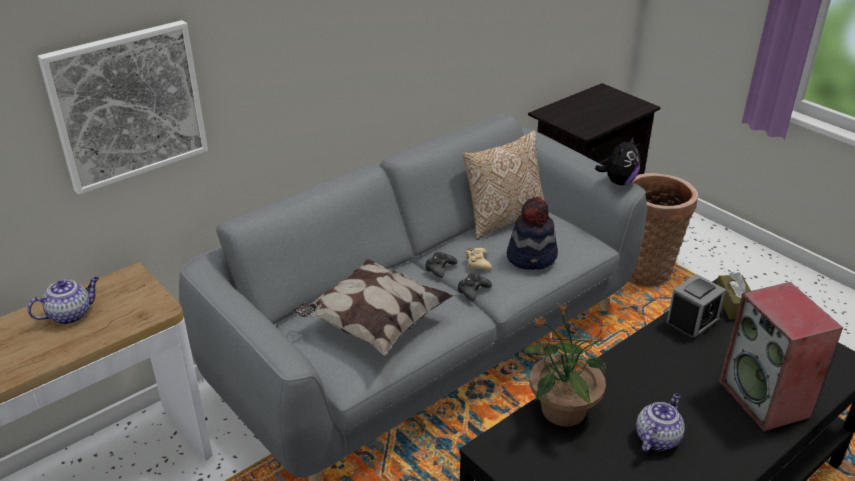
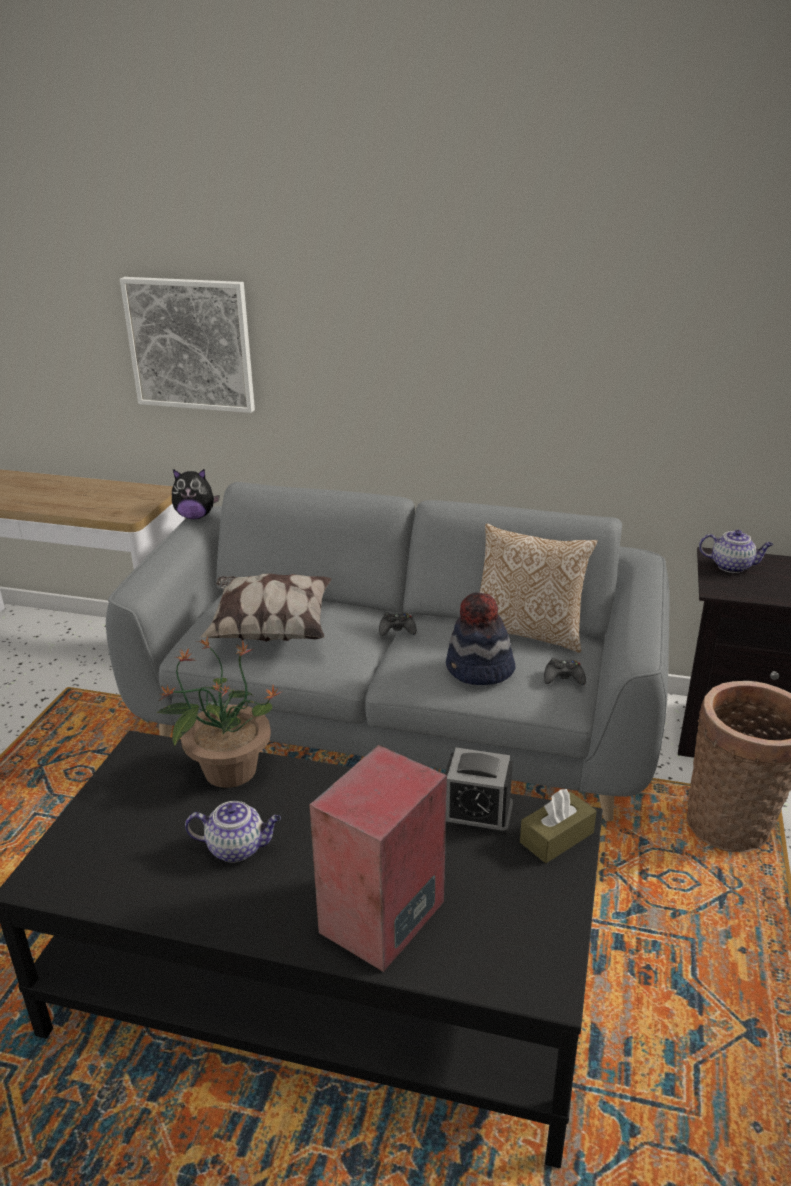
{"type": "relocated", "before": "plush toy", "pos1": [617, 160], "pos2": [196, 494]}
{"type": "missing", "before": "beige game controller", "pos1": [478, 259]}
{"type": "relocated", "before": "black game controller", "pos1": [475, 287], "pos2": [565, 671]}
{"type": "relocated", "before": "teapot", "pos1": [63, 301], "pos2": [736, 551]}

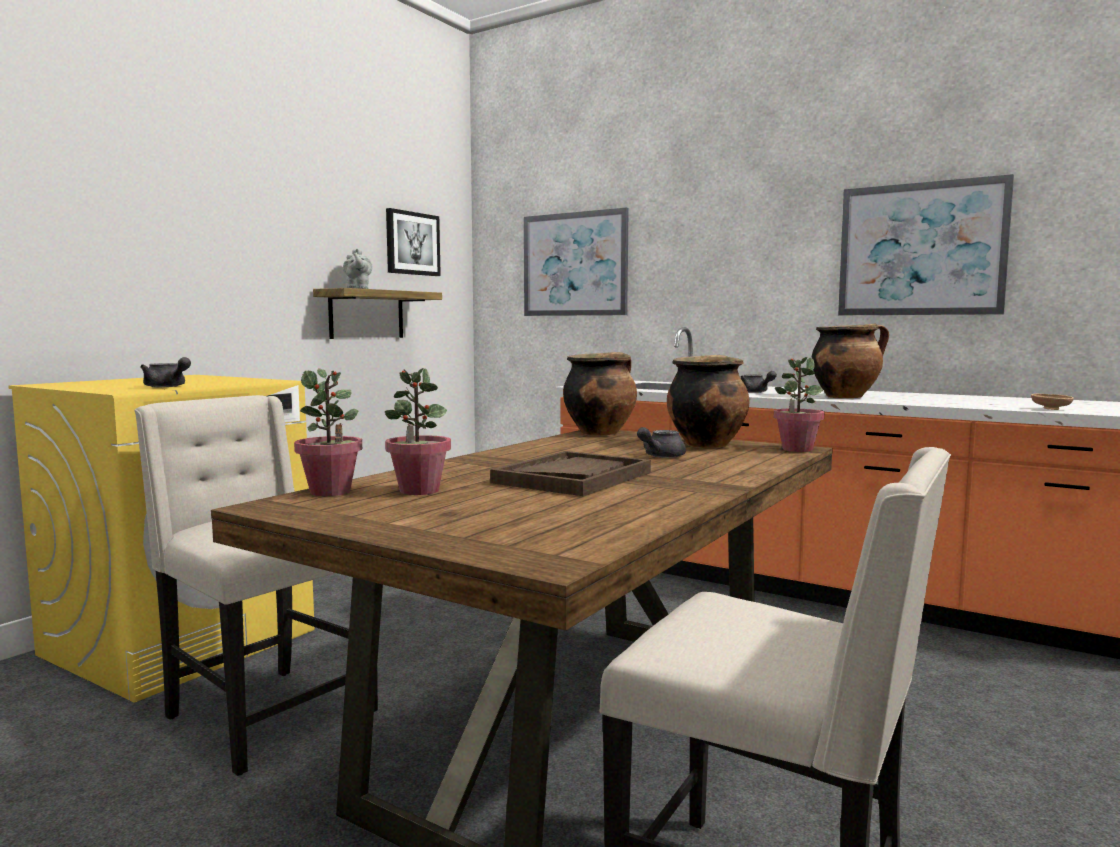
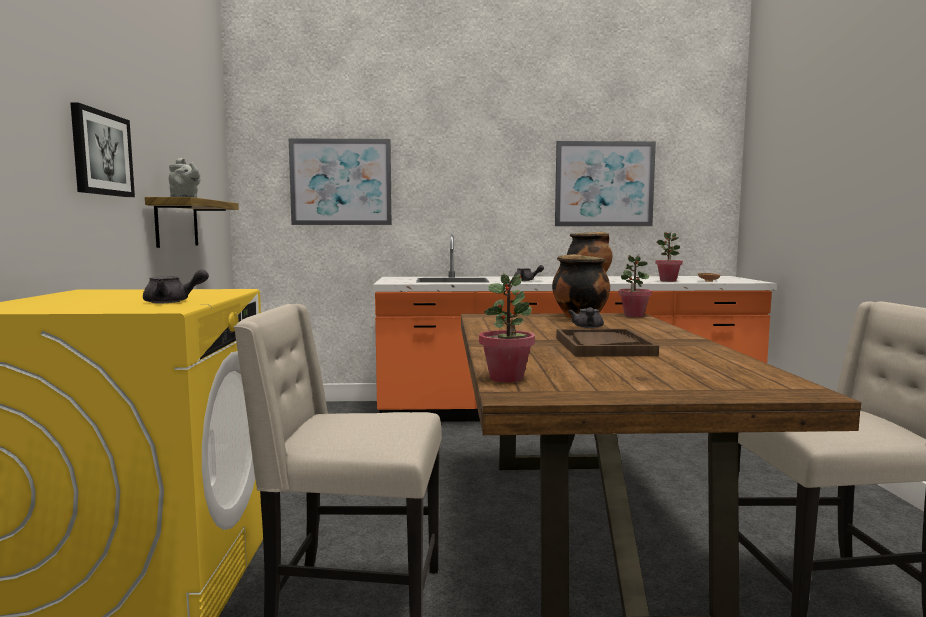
{"type": "relocated", "before": "picture", "pos1": [413, 242], "pos2": [102, 149]}
{"type": "missing", "before": "cooking pot", "pos1": [600, 394]}
{"type": "relocated", "before": "potted plant", "pos1": [418, 431], "pos2": [669, 257]}

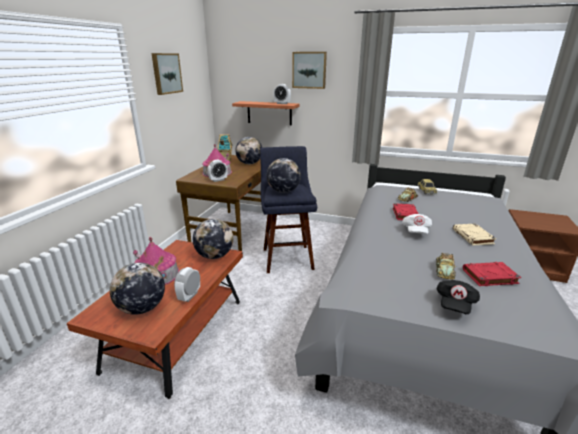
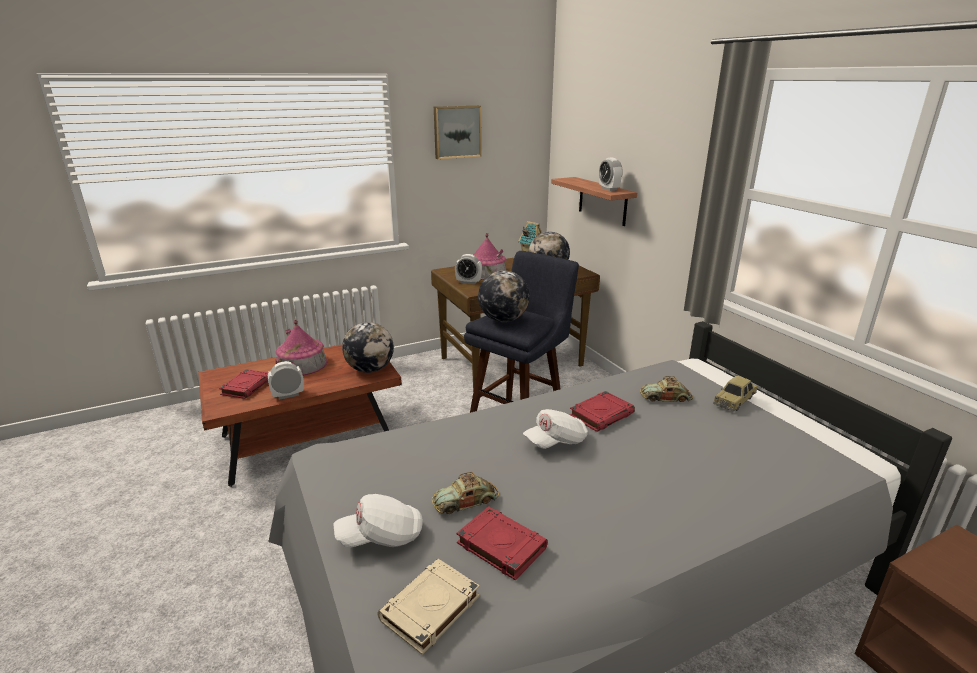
{"type": "missing", "before": "picture", "pos1": [309, 70]}
{"type": "relocated", "before": "beige book", "pos1": [474, 234], "pos2": [428, 607]}
{"type": "exchanged", "before": "globe", "after": "red book", "pos1": [137, 289], "pos2": [243, 384]}
{"type": "colour", "before": "black cap", "after": "white cap", "pos1": [458, 297], "pos2": [378, 521]}

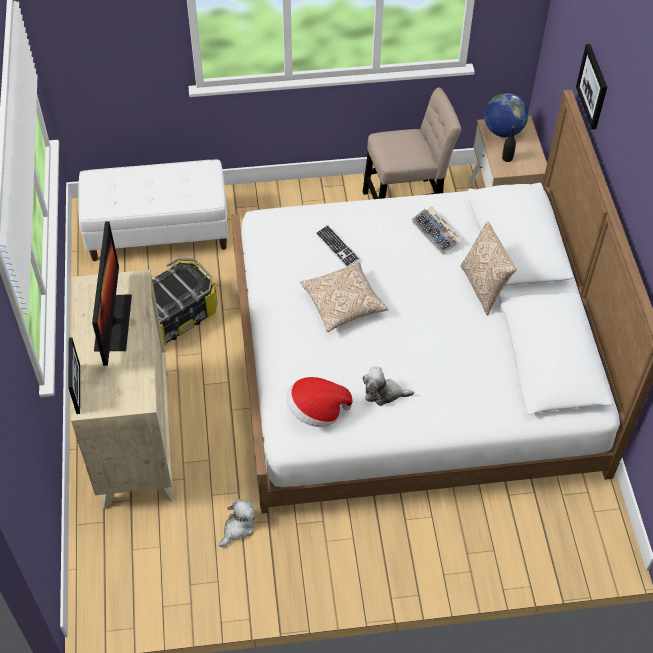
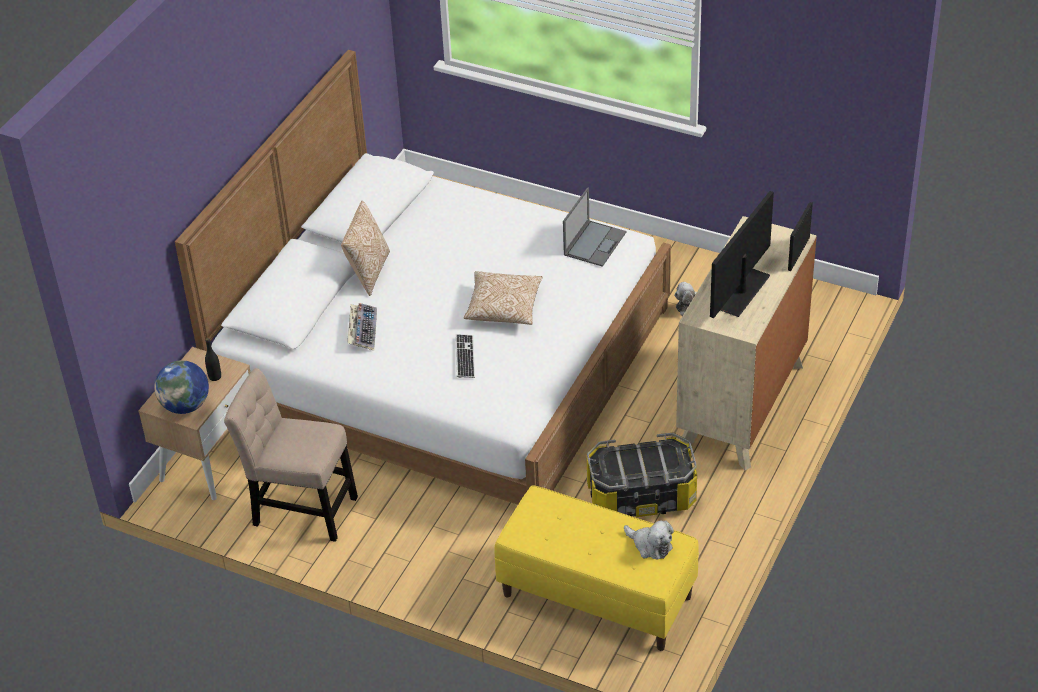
{"type": "missing", "before": "picture", "pos1": [591, 87]}
{"type": "colour", "before": "white bench", "after": "yellow bench", "pos1": [153, 210], "pos2": [596, 568]}
{"type": "relocated", "before": "plush toy", "pos1": [388, 386], "pos2": [649, 540]}
{"type": "exchanged", "before": "hat", "after": "laptop", "pos1": [319, 402], "pos2": [594, 227]}

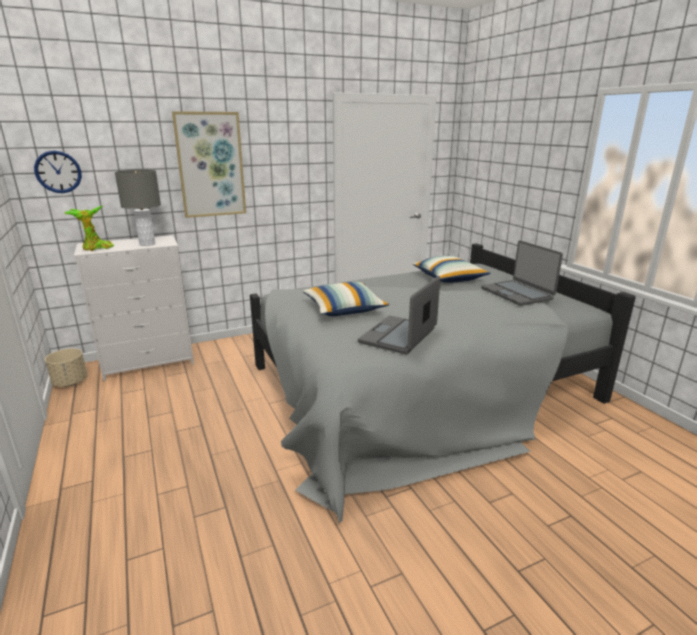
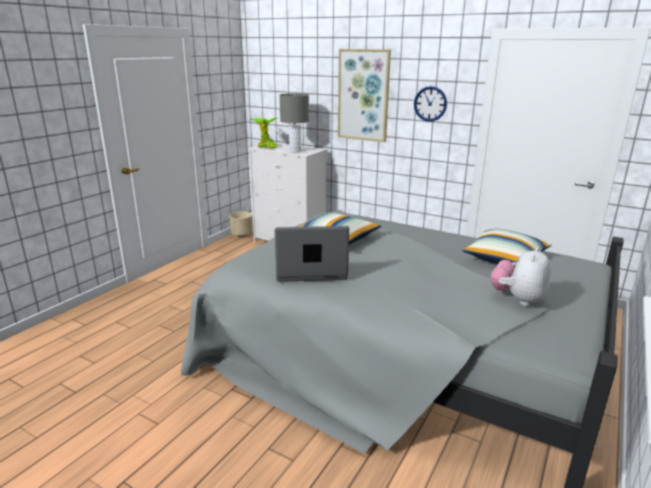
{"type": "relocated", "before": "wall clock", "pos1": [58, 172], "pos2": [430, 104]}
{"type": "exchanged", "before": "laptop", "after": "plush toy", "pos1": [522, 273], "pos2": [520, 276]}

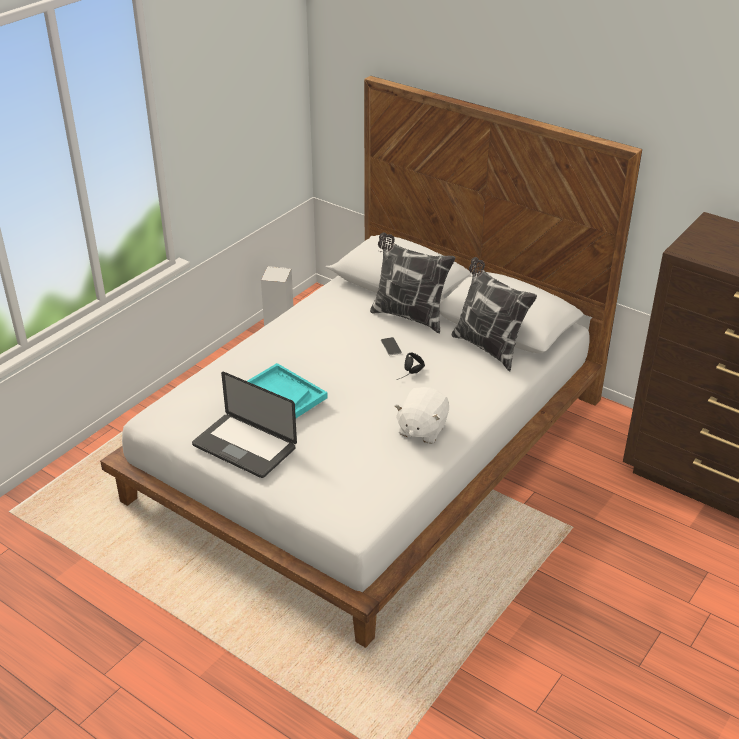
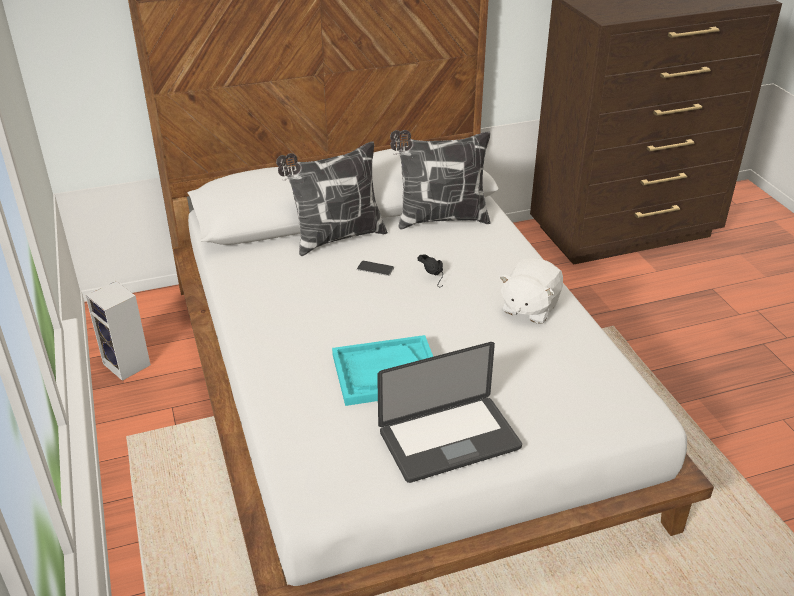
{"type": "spun", "before": "white plush toy", "pos1": [422, 415], "pos2": [531, 291], "turn": 60}

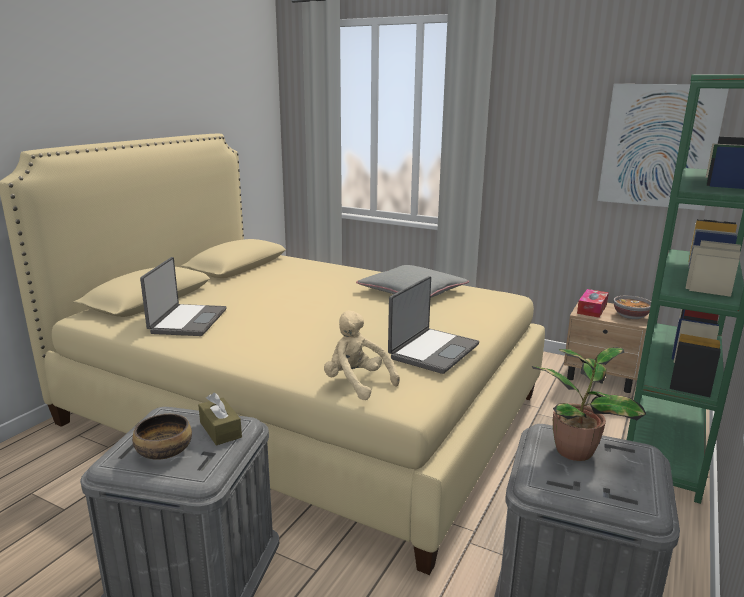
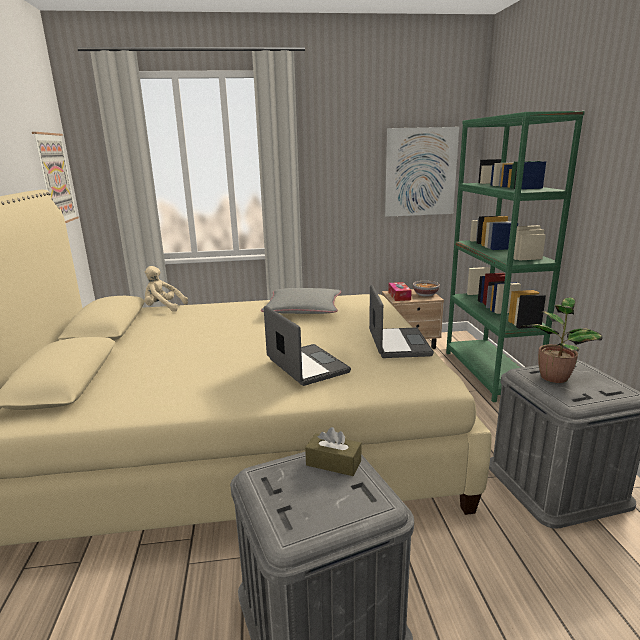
{"type": "relocated", "before": "laptop", "pos1": [183, 296], "pos2": [307, 346]}
{"type": "relocated", "before": "beige plush toy", "pos1": [362, 355], "pos2": [166, 289]}
{"type": "missing", "before": "bowl", "pos1": [162, 437]}
{"type": "appeared", "after": "picture", "pos2": [55, 177]}

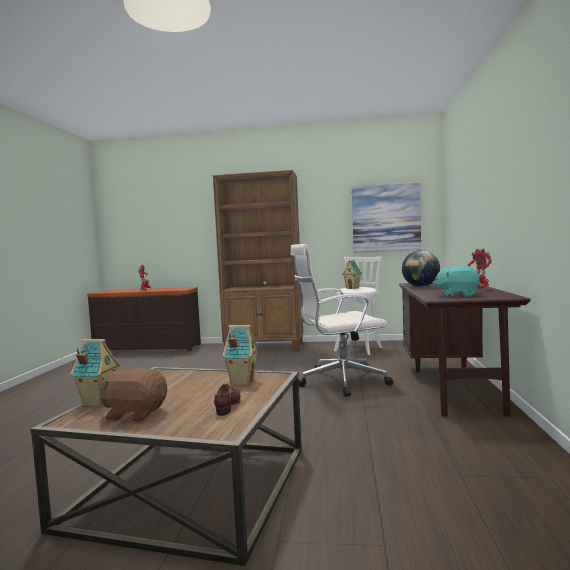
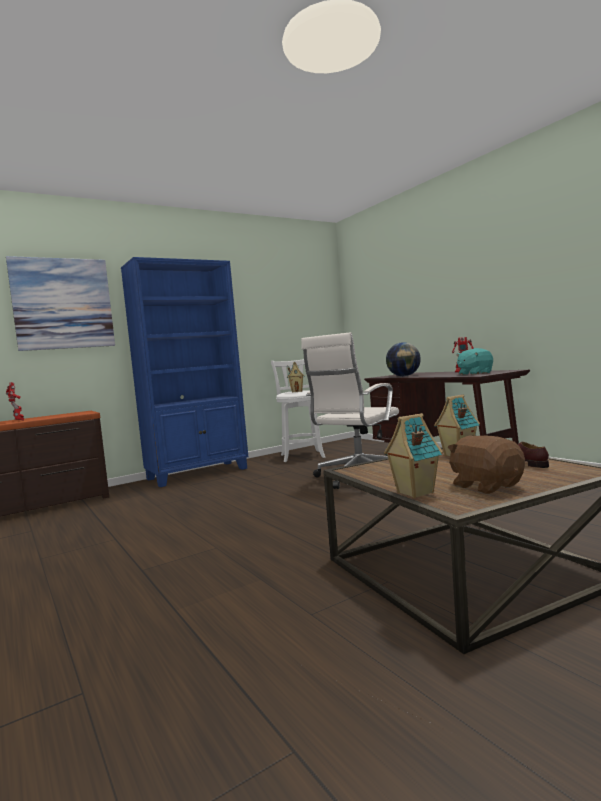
{"type": "colour", "before": "brown bookcase", "after": "blue bookcase", "pos1": [258, 260], "pos2": [184, 372]}
{"type": "relocated", "before": "picture", "pos1": [386, 217], "pos2": [60, 303]}
{"type": "spun", "before": "brown plush toy", "pos1": [133, 395], "pos2": [486, 465], "turn": 90}

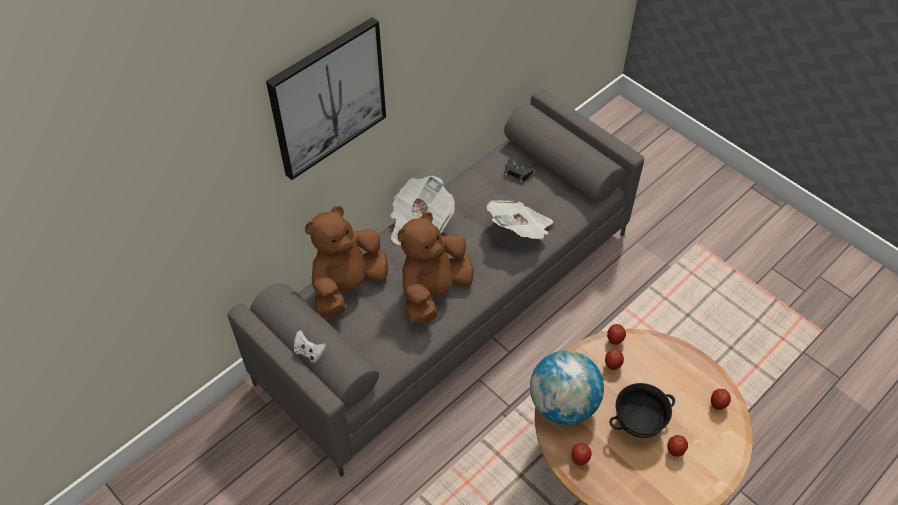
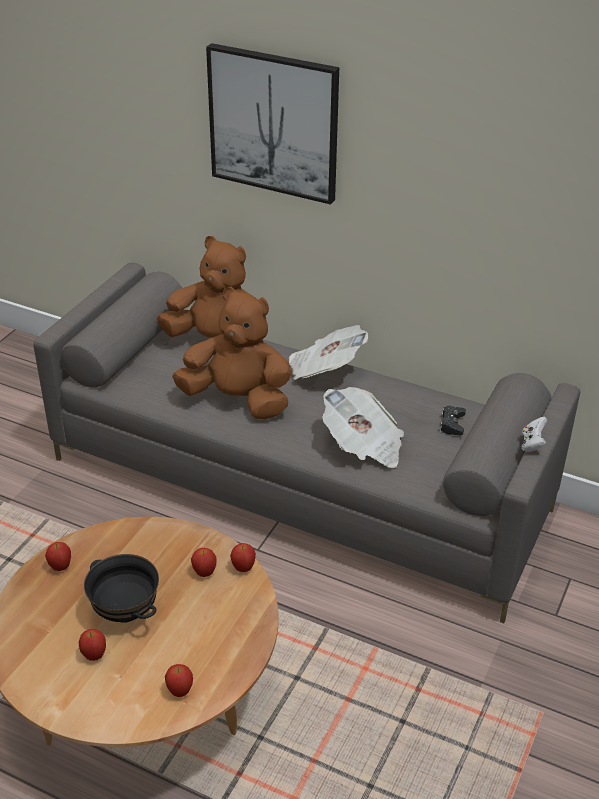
{"type": "relocated", "before": "white game controller", "pos1": [310, 346], "pos2": [534, 434]}
{"type": "missing", "before": "globe", "pos1": [567, 387]}

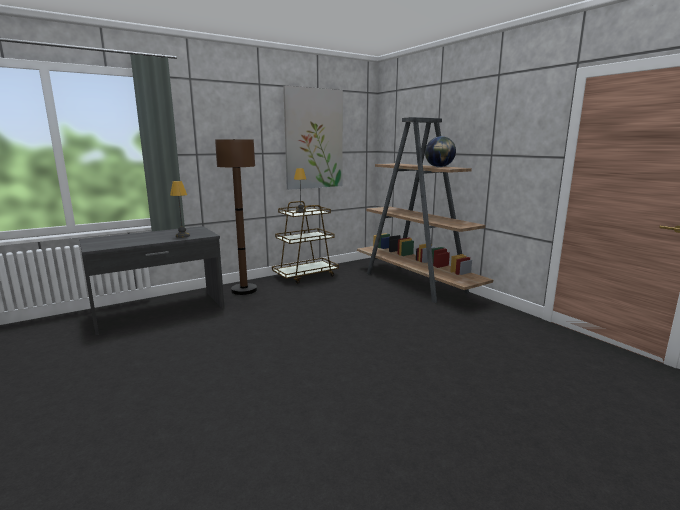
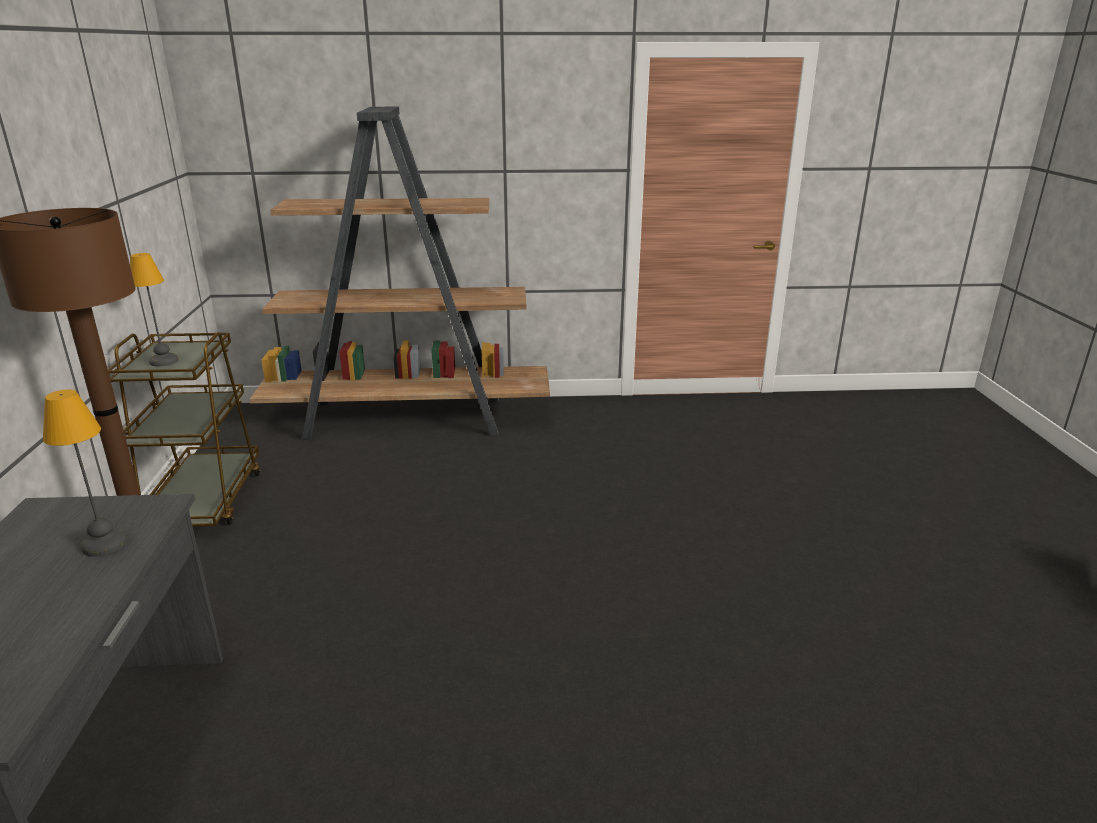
{"type": "missing", "before": "picture", "pos1": [313, 138]}
{"type": "missing", "before": "globe", "pos1": [440, 151]}

